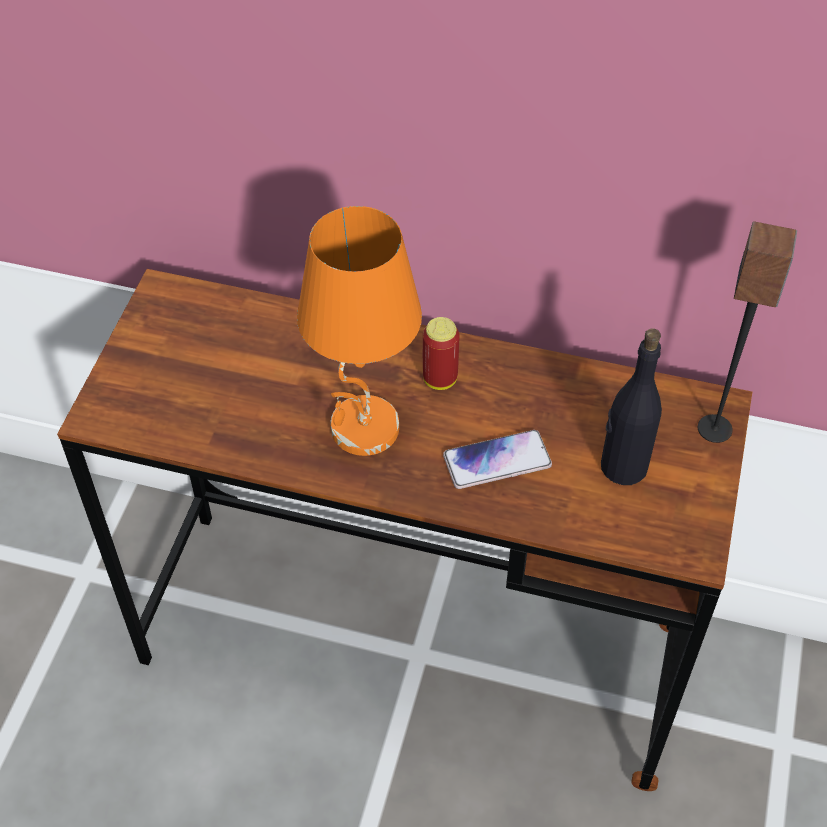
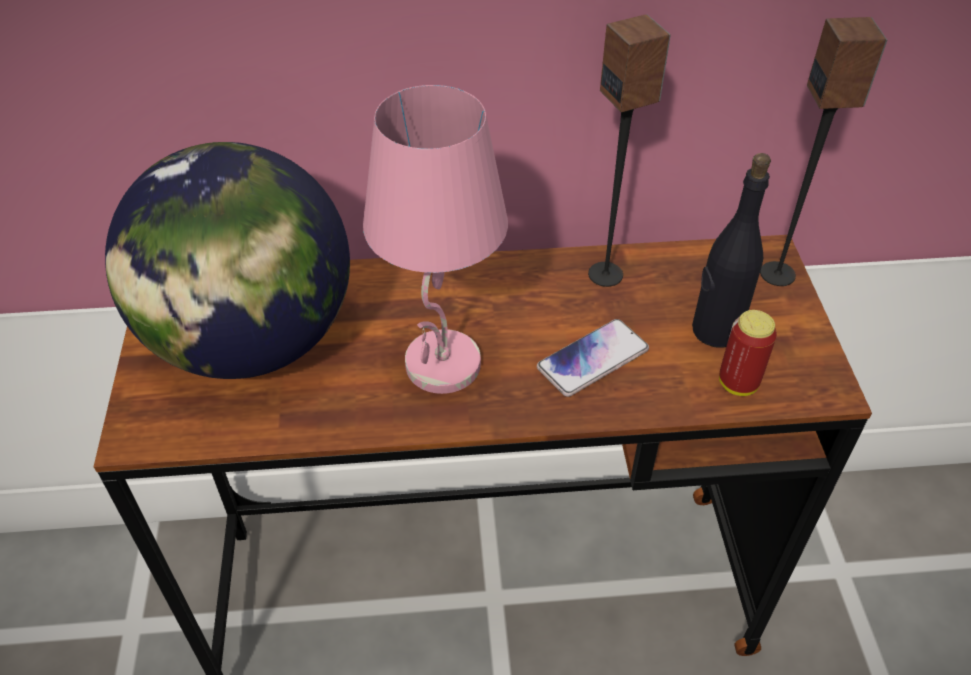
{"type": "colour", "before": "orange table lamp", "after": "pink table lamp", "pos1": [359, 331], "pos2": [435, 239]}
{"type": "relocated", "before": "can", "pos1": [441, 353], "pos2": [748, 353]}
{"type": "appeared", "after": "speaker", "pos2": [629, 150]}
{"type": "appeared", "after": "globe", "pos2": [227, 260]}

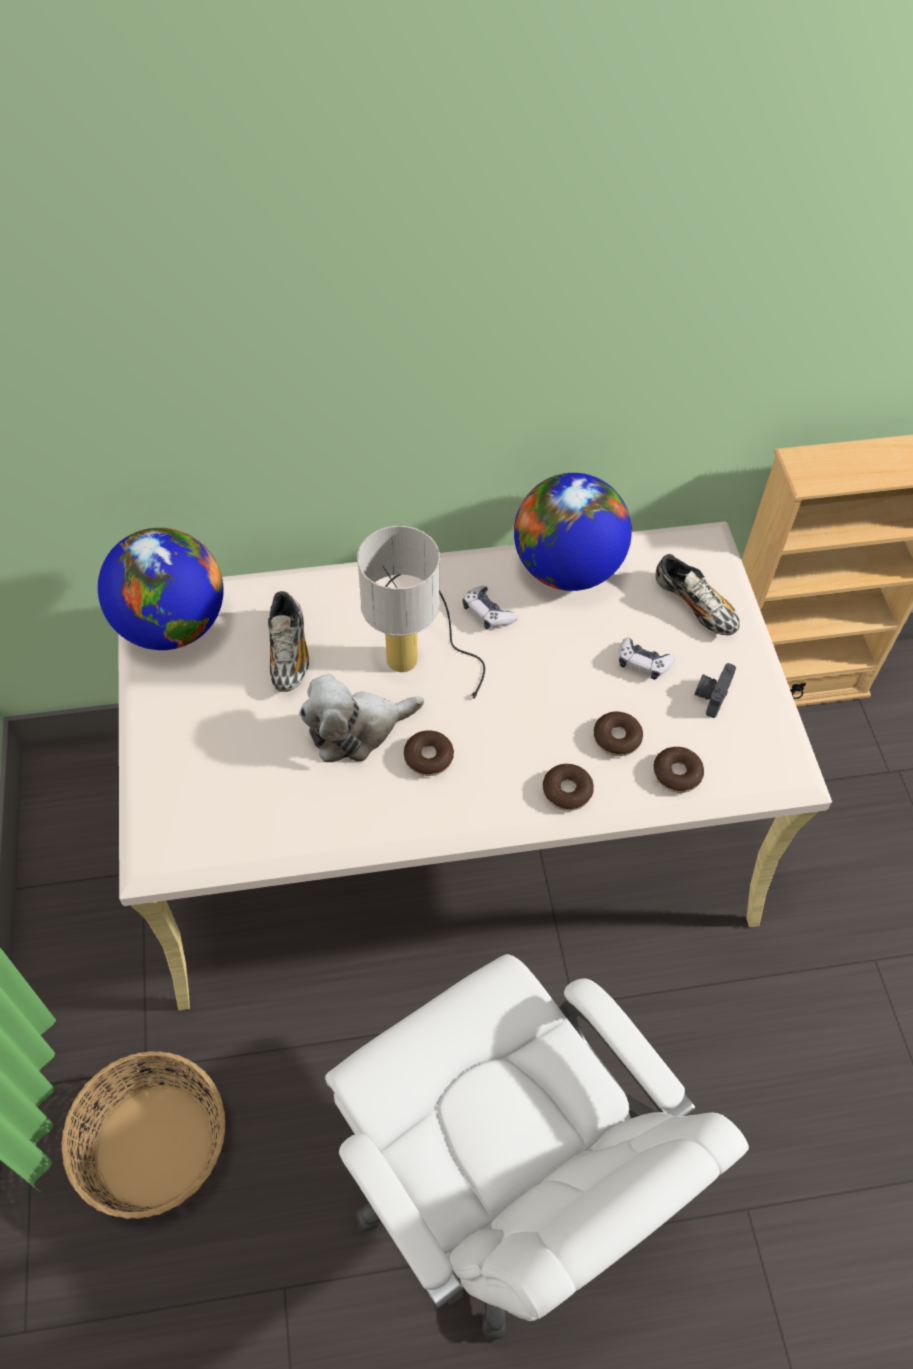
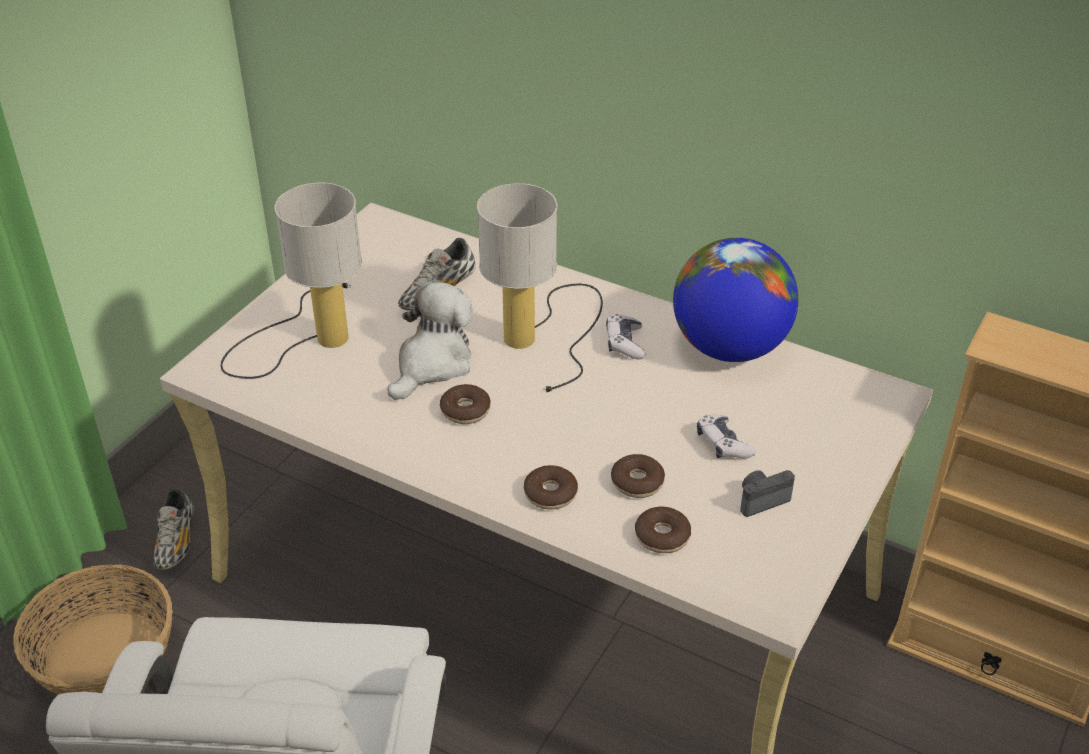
{"type": "missing", "before": "globe", "pos1": [160, 589]}
{"type": "relocated", "before": "shoe", "pos1": [697, 594], "pos2": [173, 529]}
{"type": "spun", "before": "plush toy", "pos1": [361, 718], "pos2": [430, 340], "turn": 105}
{"type": "appeared", "after": "table lamp", "pos2": [291, 281]}

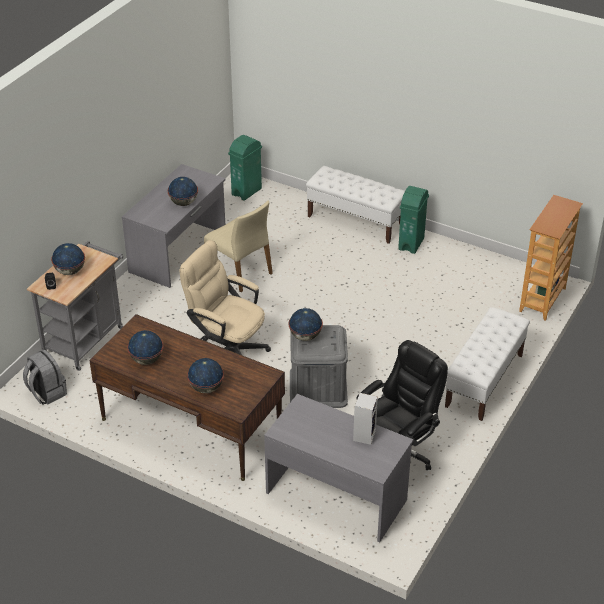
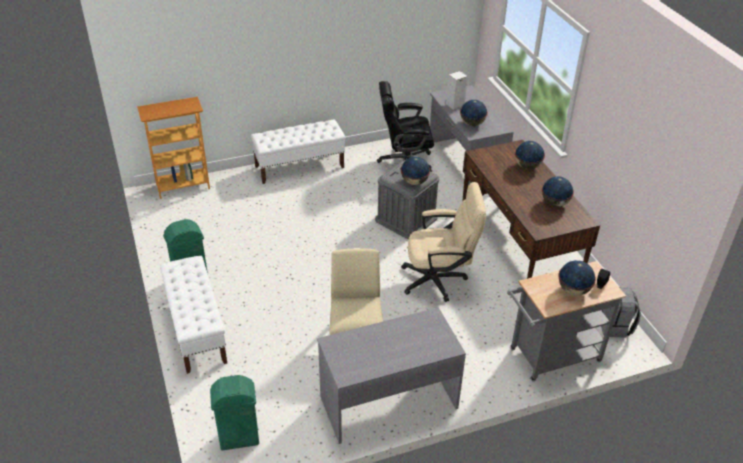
{"type": "relocated", "before": "globe", "pos1": [183, 191], "pos2": [474, 113]}
{"type": "spun", "before": "beige office chair", "pos1": [225, 297], "pos2": [443, 242], "turn": -75}

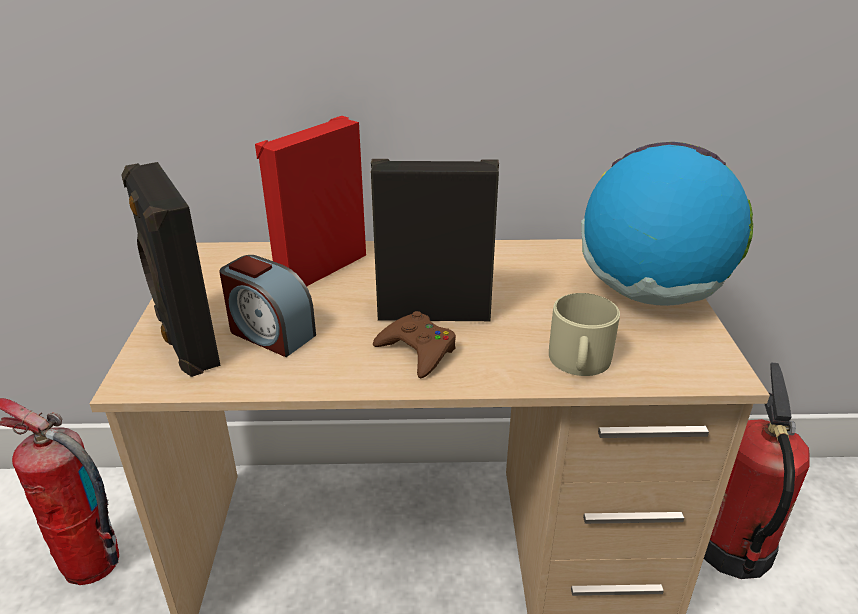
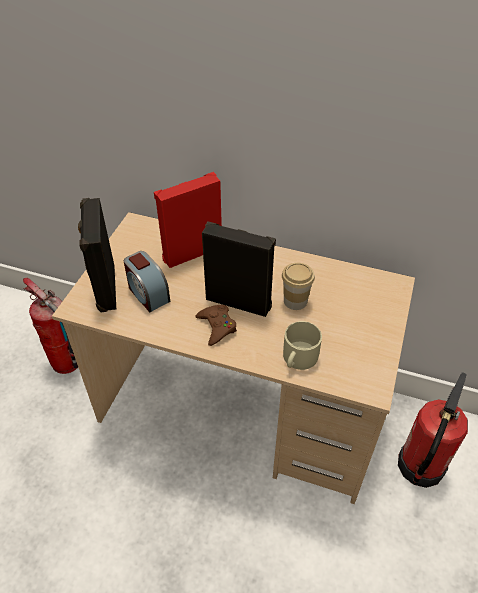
{"type": "missing", "before": "globe", "pos1": [667, 224]}
{"type": "appeared", "after": "cup", "pos2": [298, 286]}

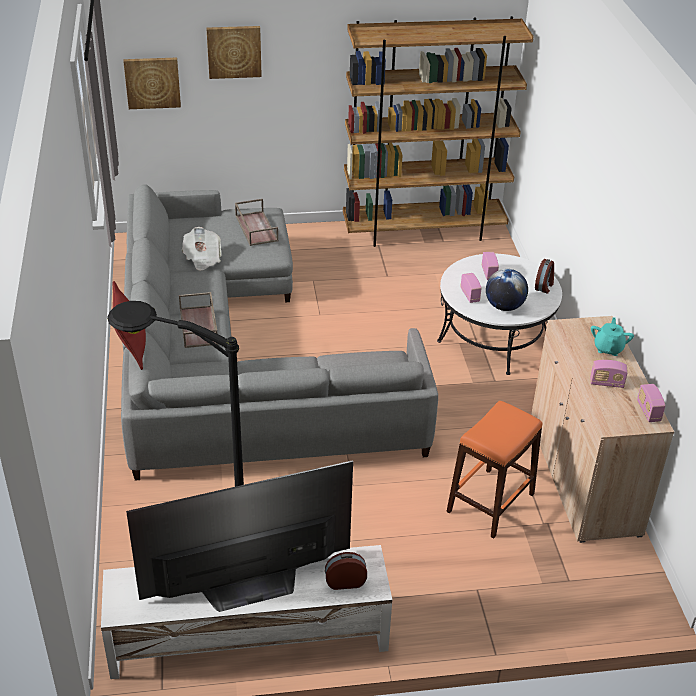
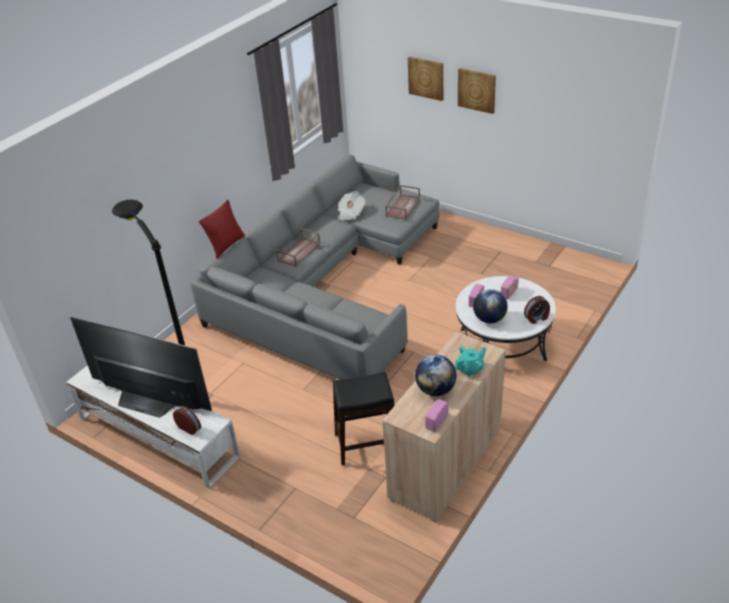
{"type": "missing", "before": "brown bookcase", "pos1": [438, 131]}
{"type": "relocated", "before": "picture", "pos1": [152, 83], "pos2": [477, 91]}
{"type": "exchanged", "before": "radio", "after": "globe", "pos1": [609, 374], "pos2": [436, 375]}
{"type": "colour", "before": "orange stool", "after": "black stool", "pos1": [494, 470], "pos2": [363, 419]}

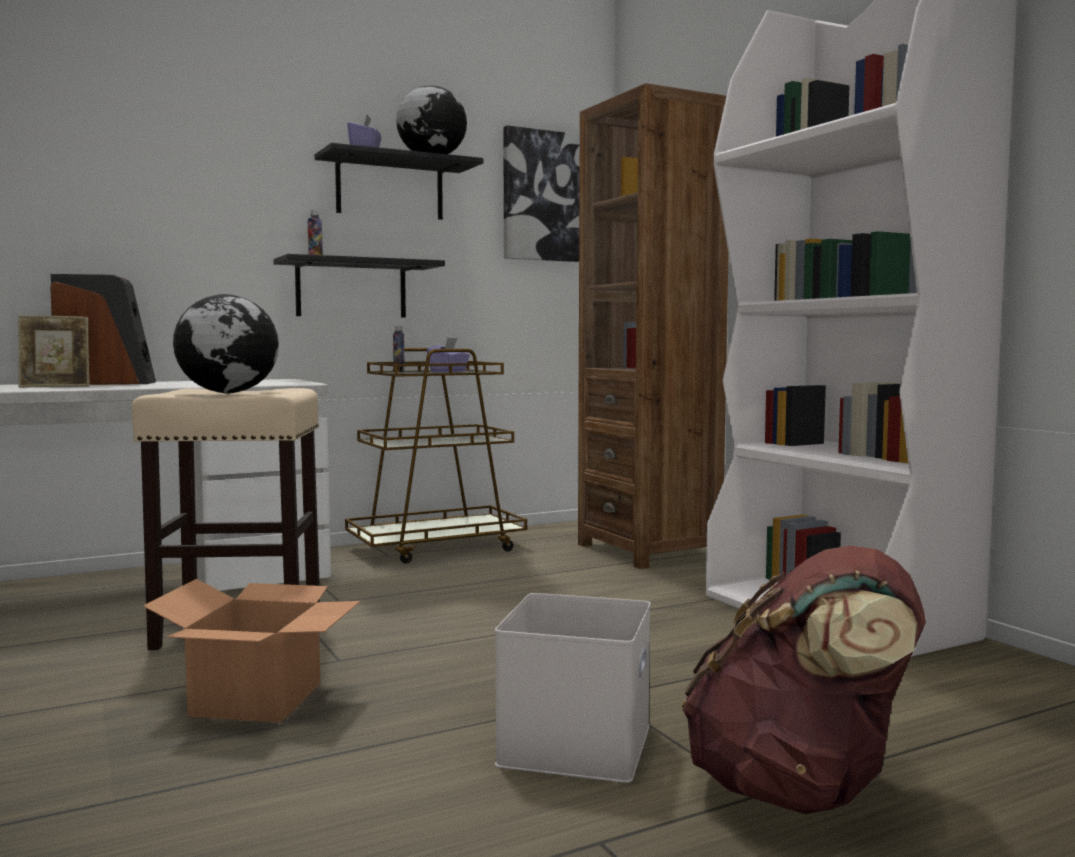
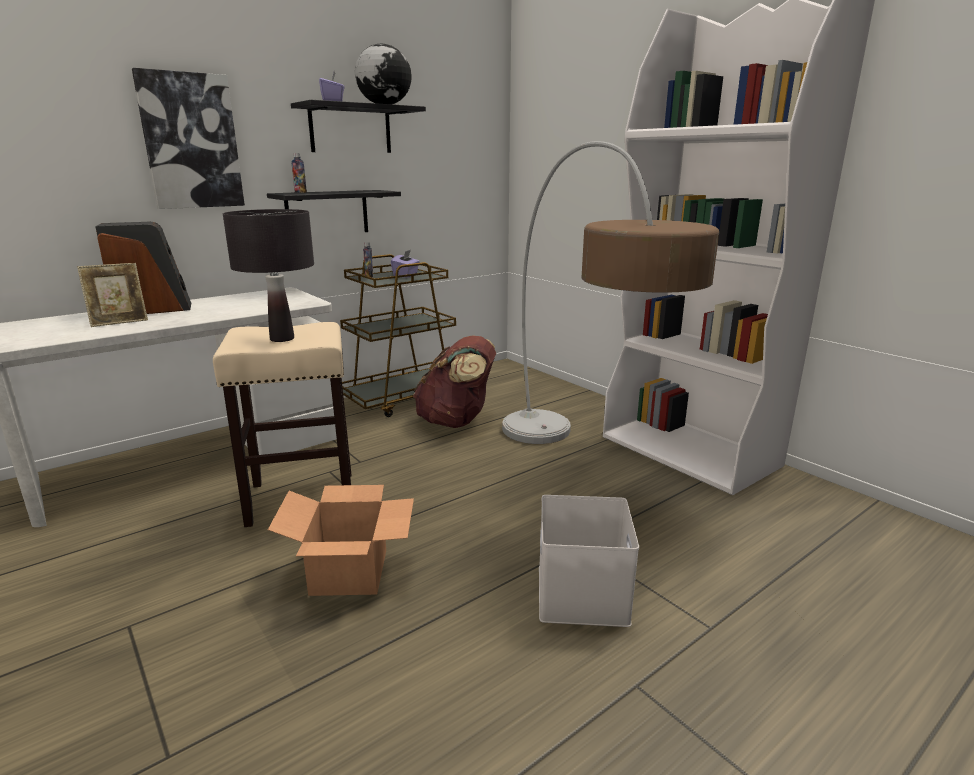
{"type": "missing", "before": "brown bookcase", "pos1": [653, 326]}
{"type": "relocated", "before": "picture", "pos1": [541, 193], "pos2": [188, 138]}
{"type": "exchanged", "before": "globe", "after": "black table lamp", "pos1": [226, 344], "pos2": [268, 275]}
{"type": "relocated", "before": "brown backpack", "pos1": [803, 680], "pos2": [454, 381]}
{"type": "appeared", "after": "floor lamp", "pos2": [610, 292]}

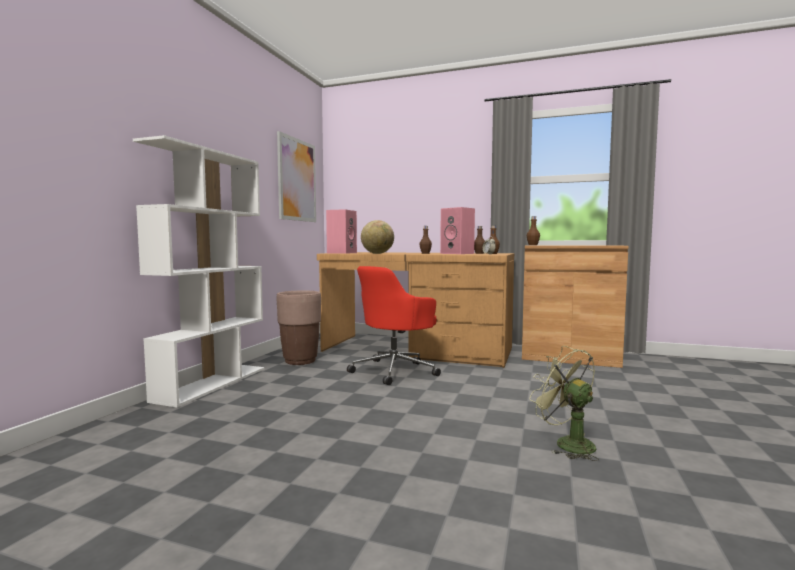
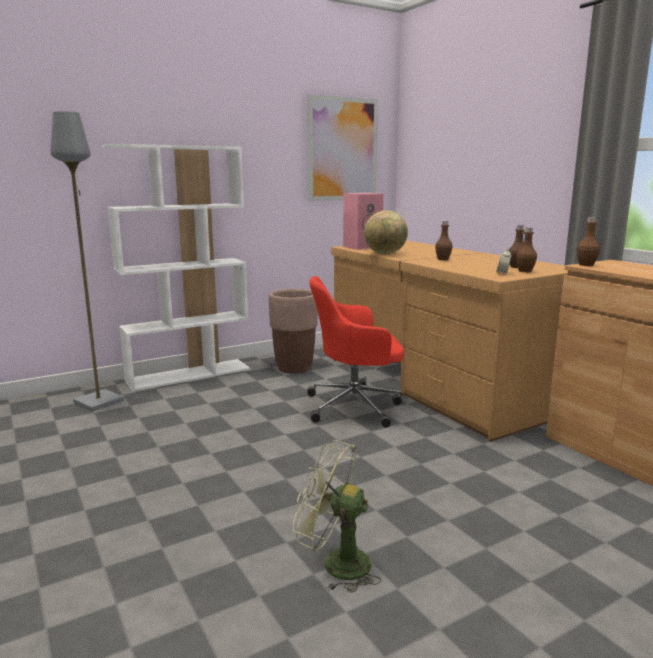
{"type": "missing", "before": "pink speaker", "pos1": [457, 230]}
{"type": "spun", "before": "green fan", "pos1": [564, 403], "pos2": [337, 516], "turn": -75}
{"type": "appeared", "after": "grey floor lamp", "pos2": [87, 261]}

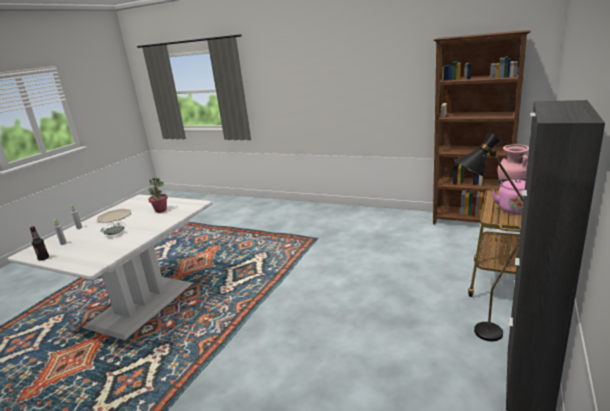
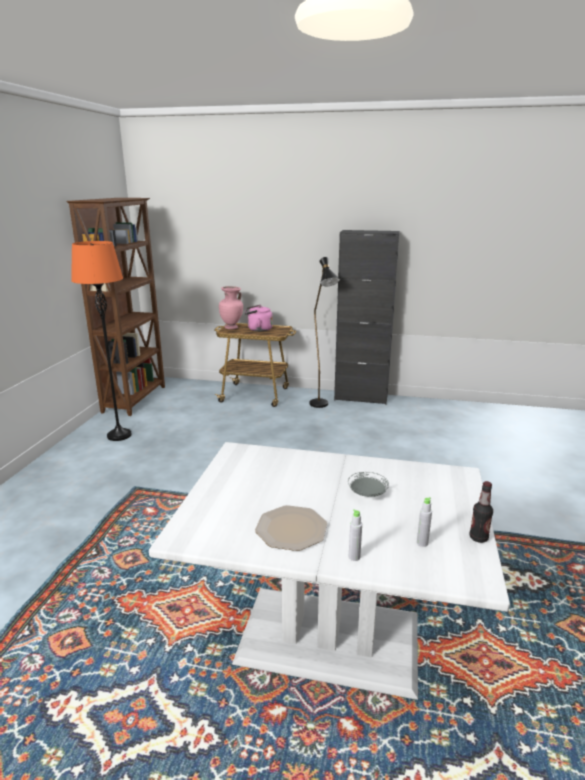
{"type": "missing", "before": "potted plant", "pos1": [158, 195]}
{"type": "appeared", "after": "orange floor lamp", "pos2": [101, 341]}

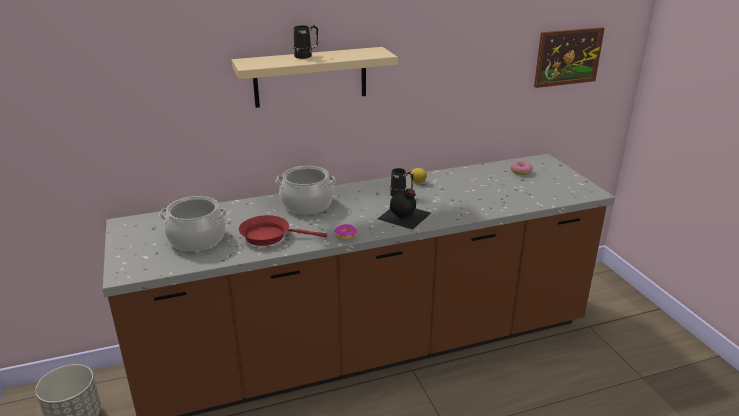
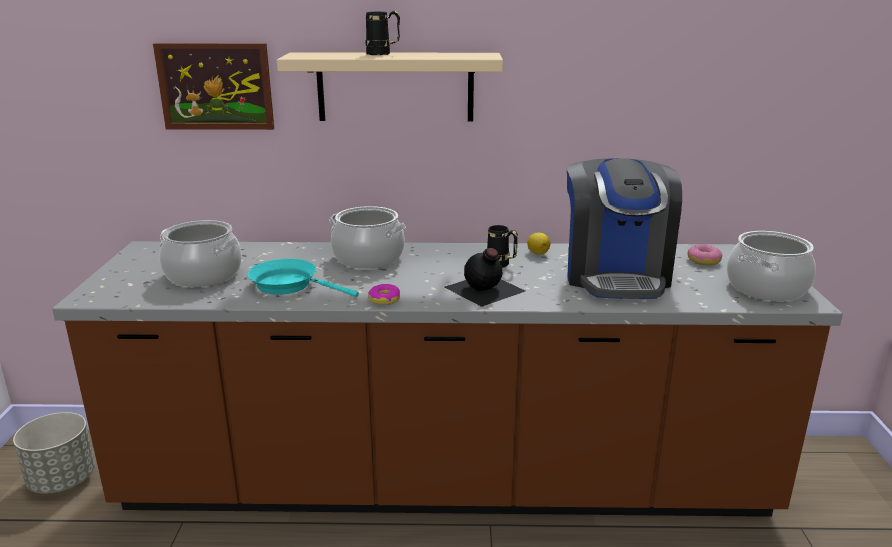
{"type": "relocated", "before": "picture", "pos1": [569, 57], "pos2": [213, 86]}
{"type": "colour", "before": "red frying pan", "after": "turquoise frying pan", "pos1": [283, 230], "pos2": [303, 278]}
{"type": "appeared", "after": "coffee machine", "pos2": [624, 228]}
{"type": "appeared", "after": "cooking pot", "pos2": [771, 266]}

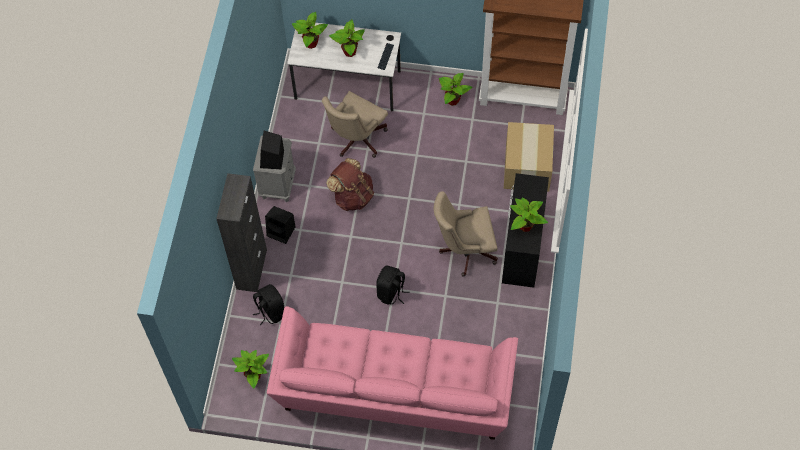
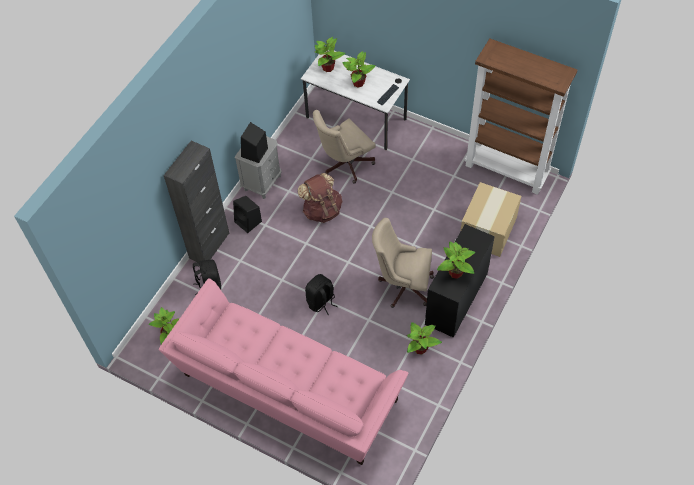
{"type": "relocated", "before": "potted plant", "pos1": [455, 89], "pos2": [424, 338]}

